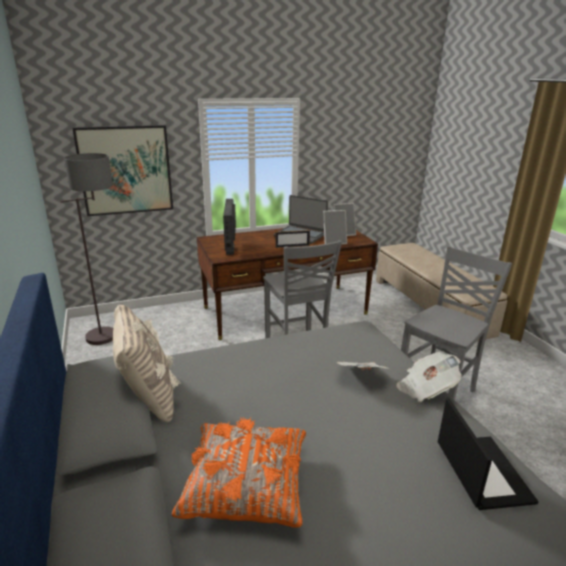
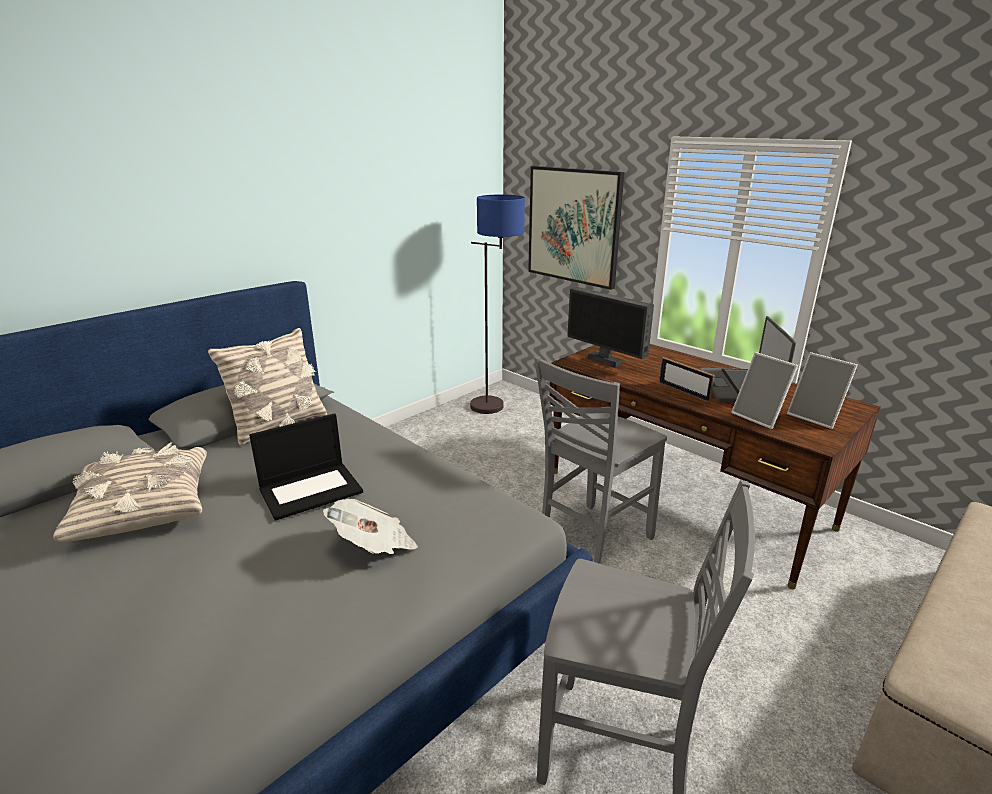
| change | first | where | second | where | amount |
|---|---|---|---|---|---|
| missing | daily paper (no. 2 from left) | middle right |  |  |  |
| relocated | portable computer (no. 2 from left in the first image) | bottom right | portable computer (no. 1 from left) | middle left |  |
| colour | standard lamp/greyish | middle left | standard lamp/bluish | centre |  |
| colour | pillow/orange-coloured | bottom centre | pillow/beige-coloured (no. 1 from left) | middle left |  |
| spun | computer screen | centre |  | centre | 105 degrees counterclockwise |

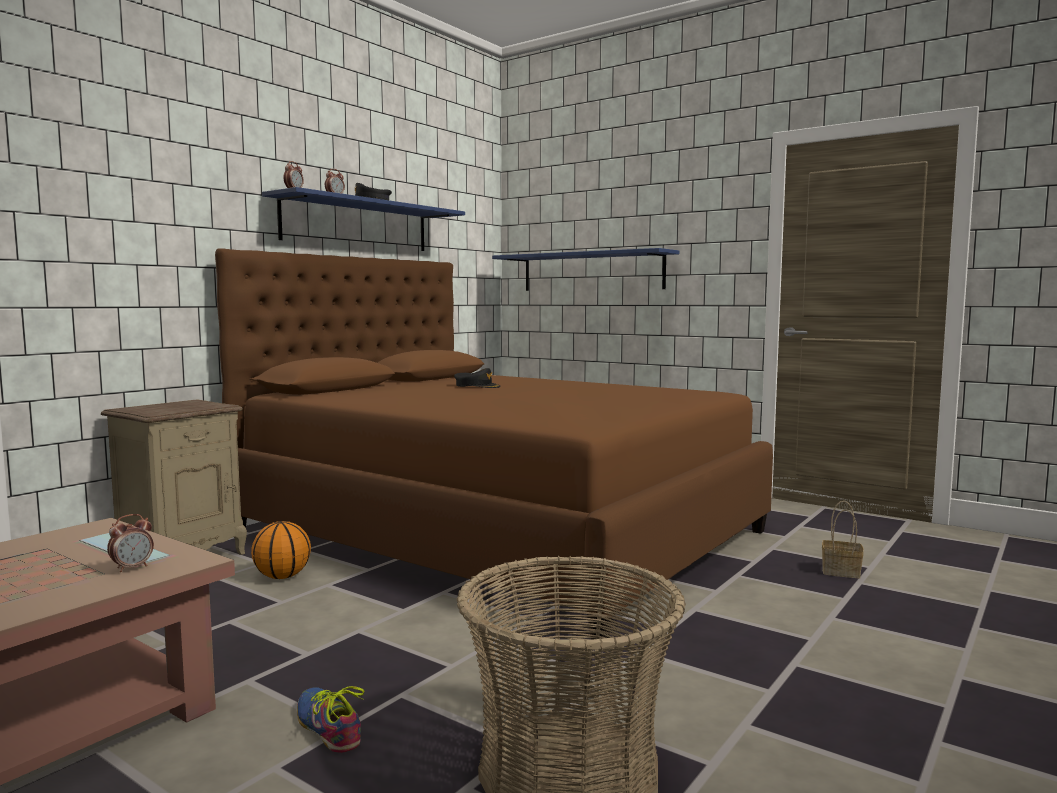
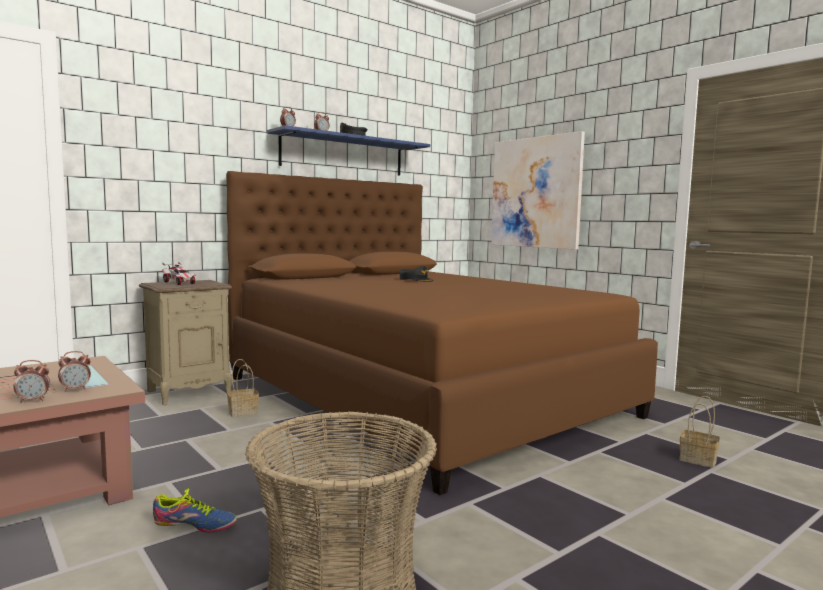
| change | first | where | second | where | amount |
|---|---|---|---|---|---|
| appeared |  |  | table clock (no. 1 from left) | middle left |  |
| appeared |  |  | miniature car | middle left |  |
| exchanged | basketball ball | bottom left | basket (no. 1 from left) | middle left |  |
| exchanged | shelf/bluish (no. 2 from left) | centre | picture | top centre |  |
| spun | low shoe | bottom left |  | bottom left | 120 degrees clockwise |

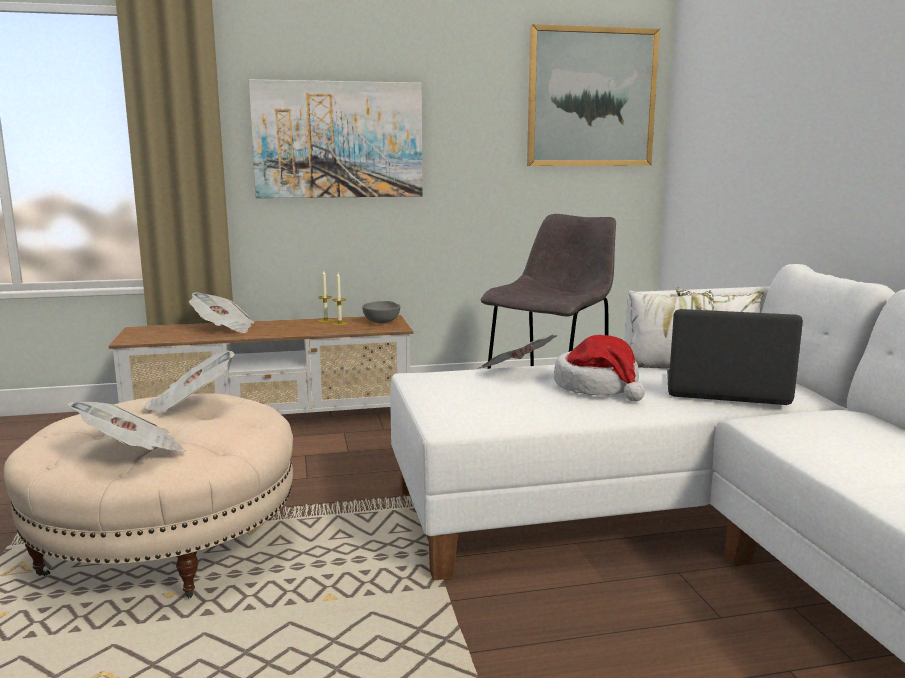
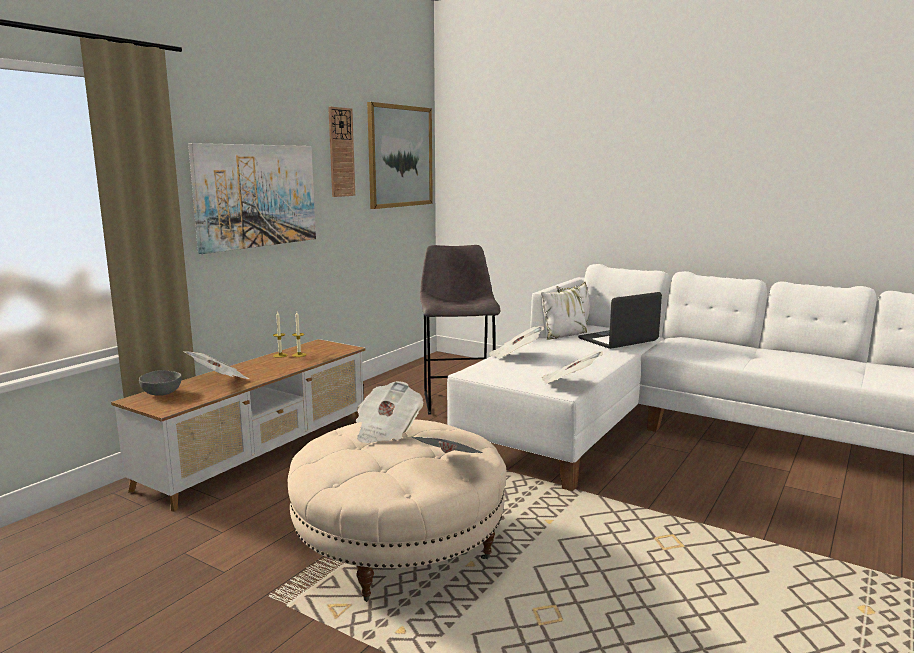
| change | first | where | second | where | amount |
|---|---|---|---|---|---|
| missing | clothing hat | centre |  |  |  |
| appeared |  |  | hanging clock | top centre |  |
| appeared |  |  | daily paper (no. 5 from left) | centre |  |
| relocated | deep dish/greyish | centre |  | middle left |  |

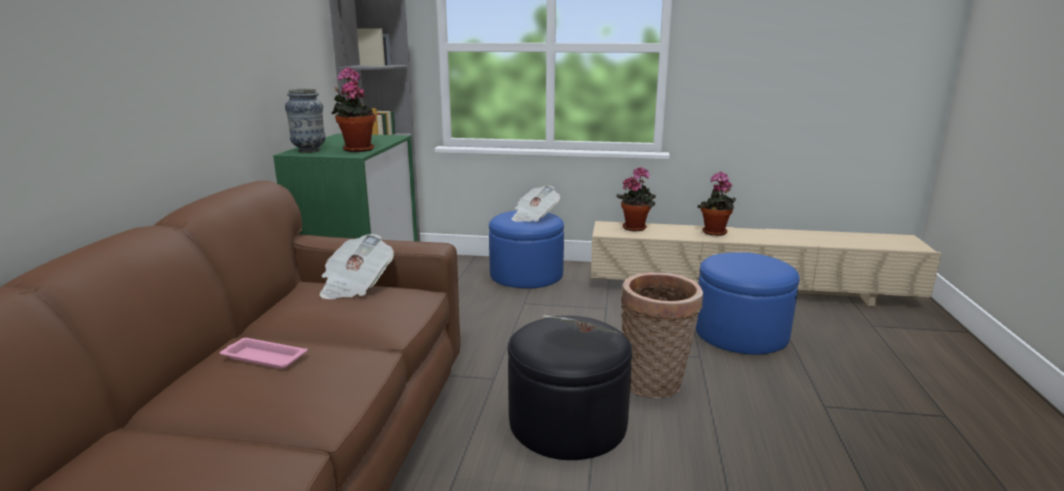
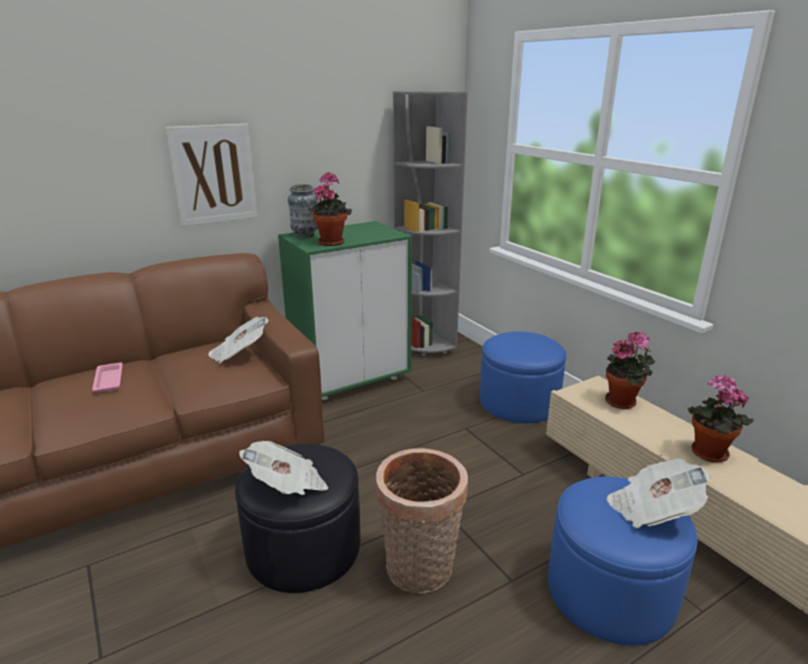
| change | first | where | second | where | amount |
|---|---|---|---|---|---|
| appeared |  |  | picture | top left |  |
| relocated | daily paper (no. 2 from left in the first image) | centre | daily paper (no. 3 from left) | bottom right |  |

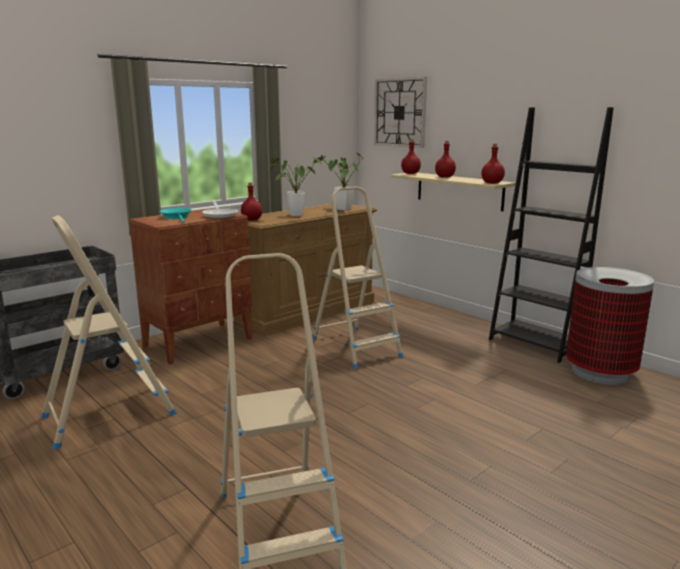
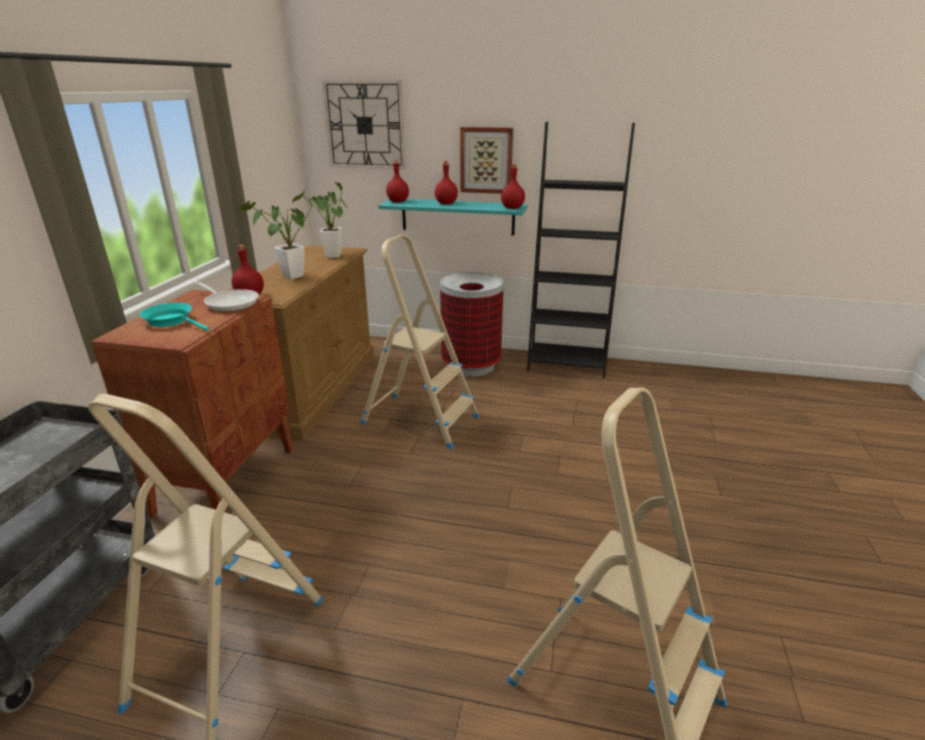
| change | first | where | second | where | amount |
|---|---|---|---|---|---|
| appeared |  |  | picture | top centre |  |
| relocated | trash can | middle right |  | centre |  |
| colour | shelf/beige-coloured | centre | shelf/blue-green | top centre |  |

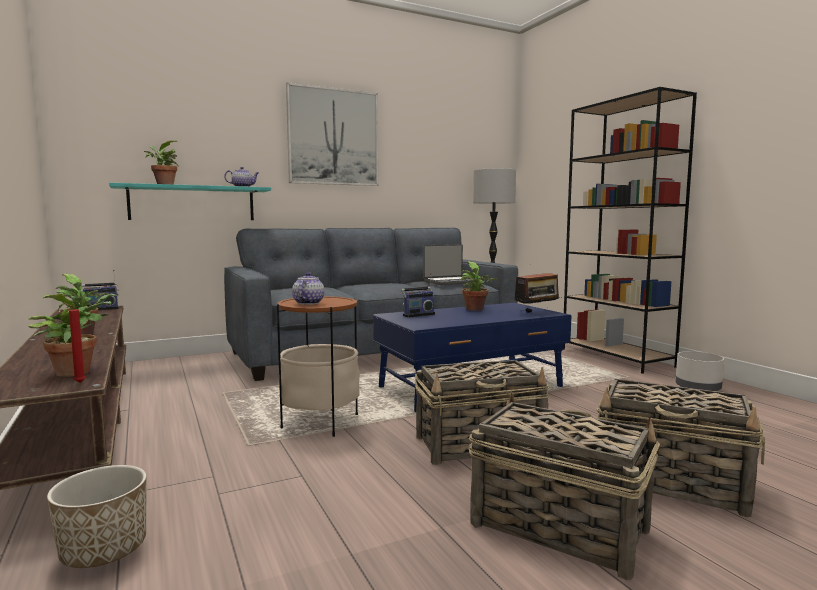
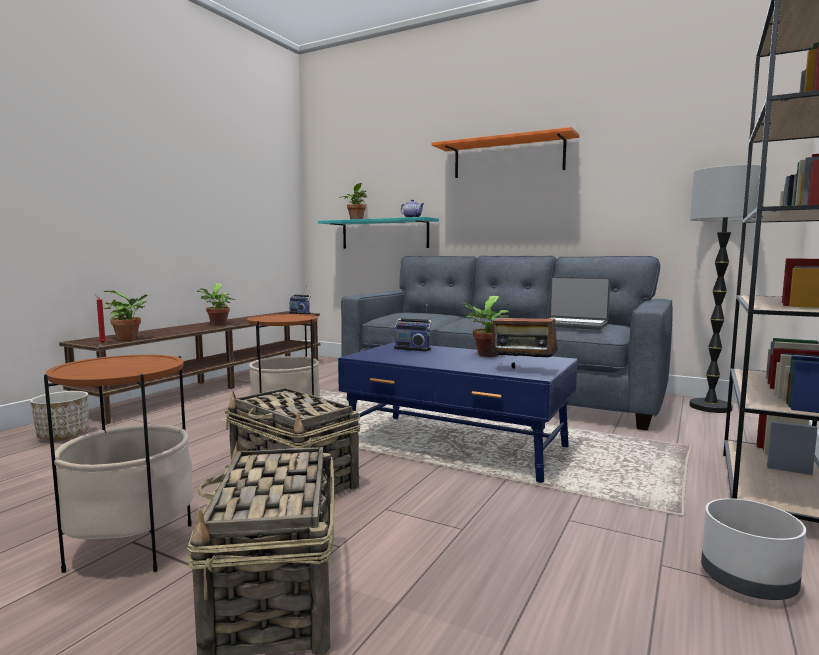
| change | first | where | second | where | amount |
|---|---|---|---|---|---|
| missing | pot for tea (no. 2 from left) | centre |  |  |  |
| exchanged | picture | top centre | shelf/orange-coloured | top centre |  |
| exchanged | basket (no. 2 from left) | bottom right | side table (no. 1 from left) | bottom left |  |

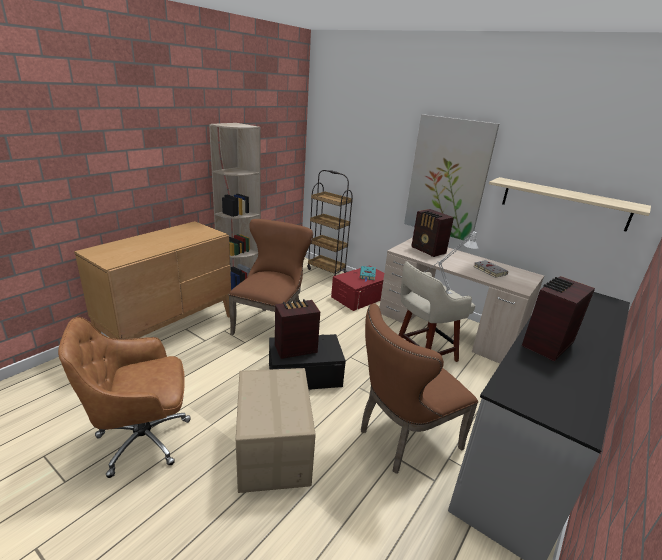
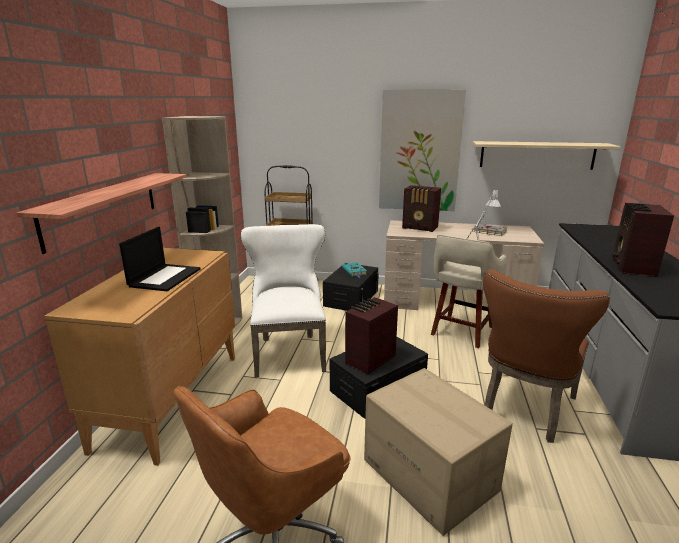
| change | first | where | second | where | amount |
|---|---|---|---|---|---|
| appeared |  |  | shelf (no. 1 from left) | middle left |  |
| appeared |  |  | portable computer | middle left |  |
| colour | upright chair/brownish (no. 1 from left) | centre | upright chair/white | centre |  |
| colour | storage box/reddish | centre | storage box/black-coloured (no. 1 from left) | centre |  |

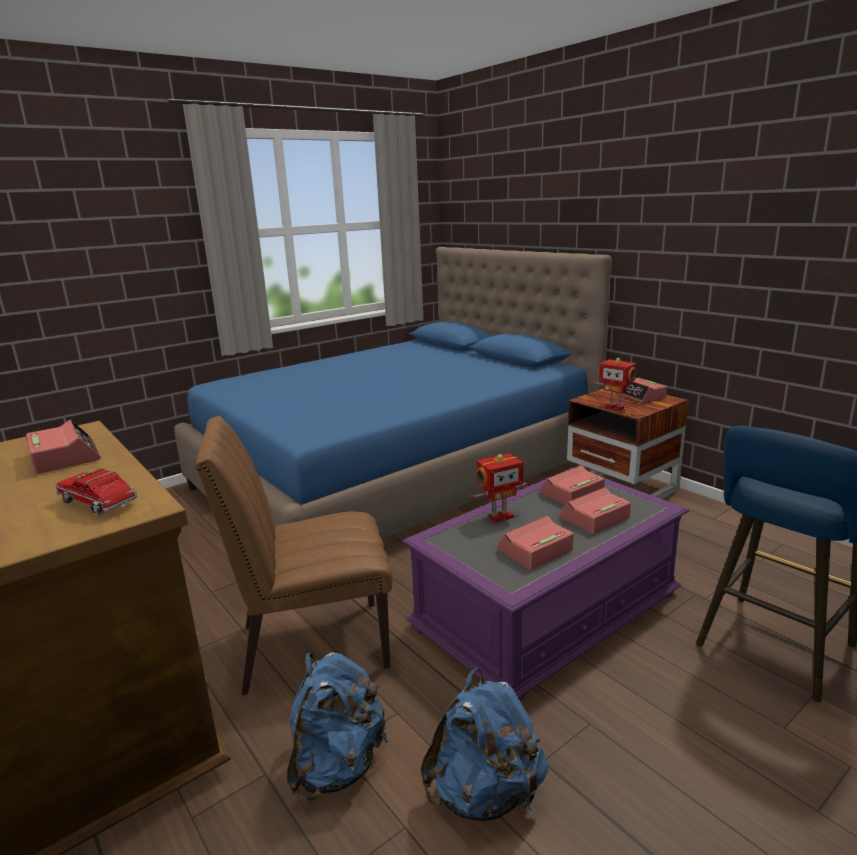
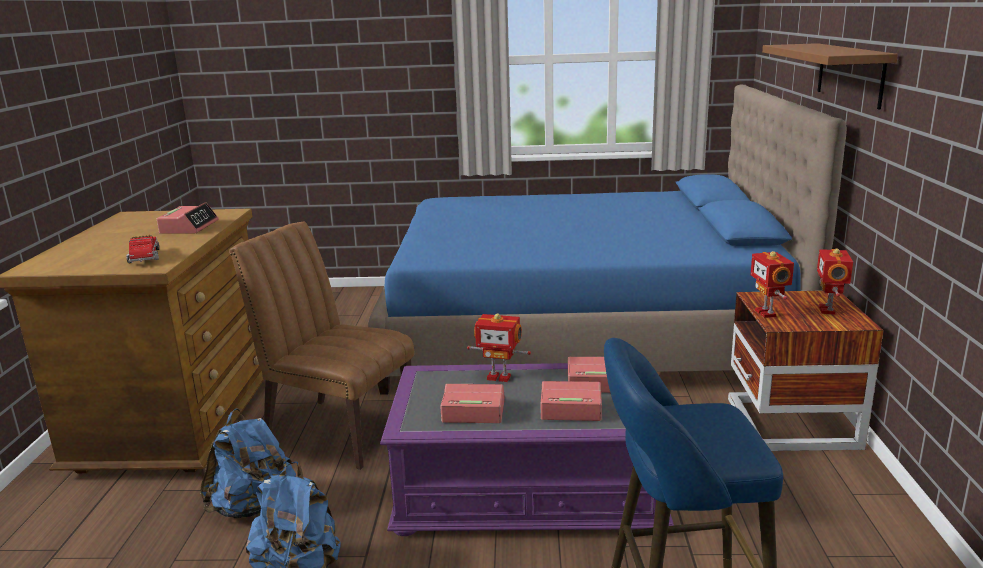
| change | first | where | second | where | amount |
|---|---|---|---|---|---|
| appeared |  |  | shelf/brownish | top right |  |
| exchanged | table clock (no. 5 from left) | middle right | model robot (no. 3 from left) | middle right |  |

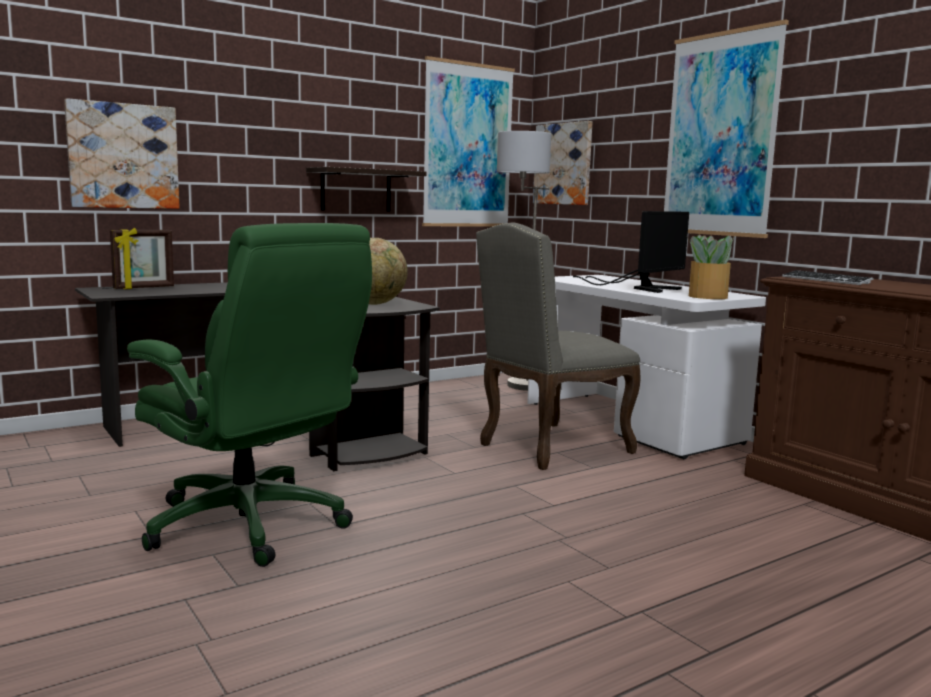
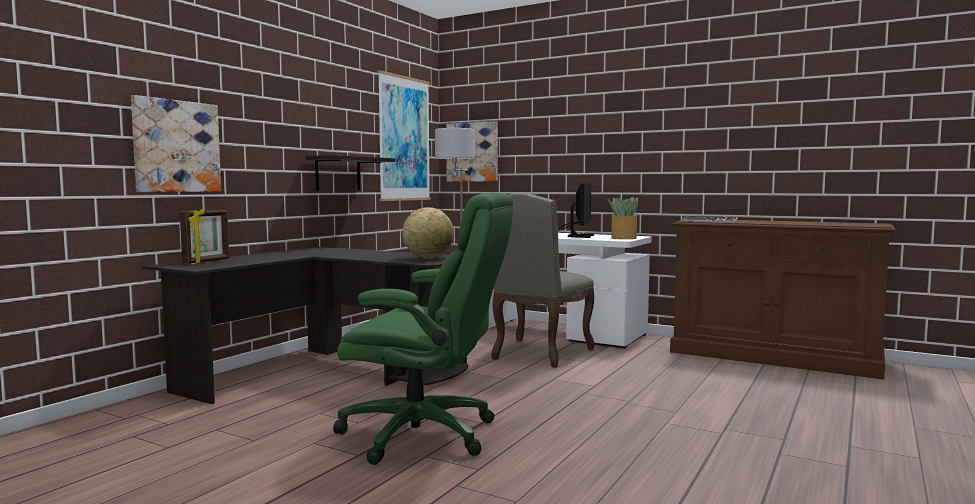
| change | first | where | second | where | amount |
|---|---|---|---|---|---|
| missing | picture (no. 4 from left) | top right |  |  |  |

